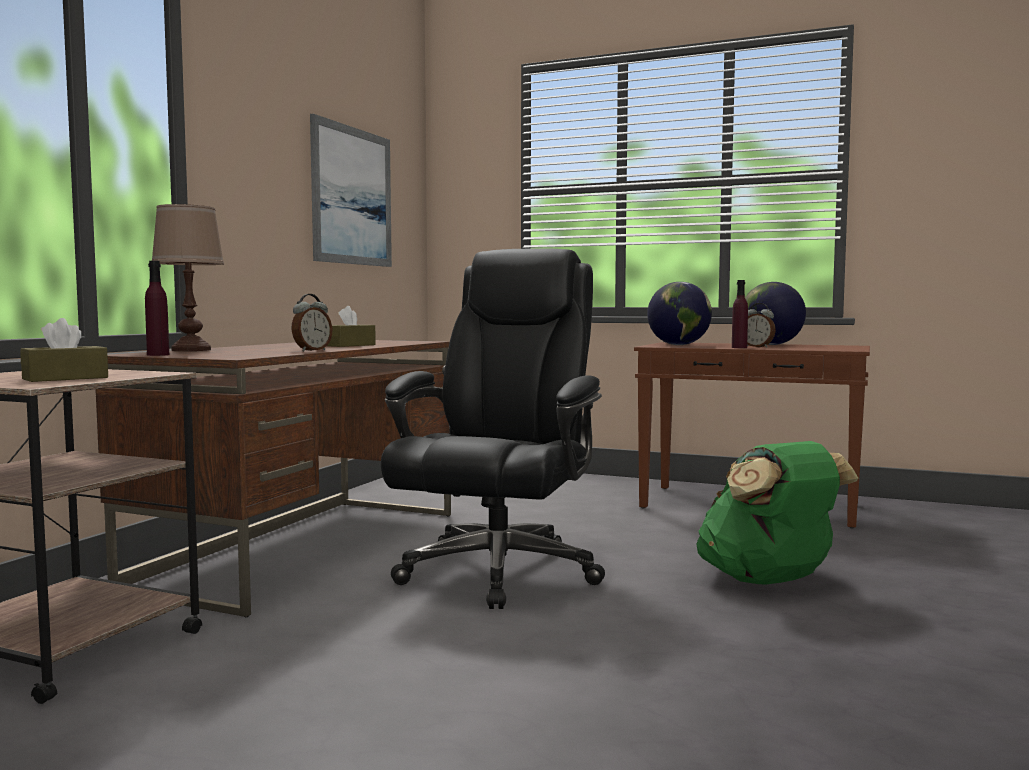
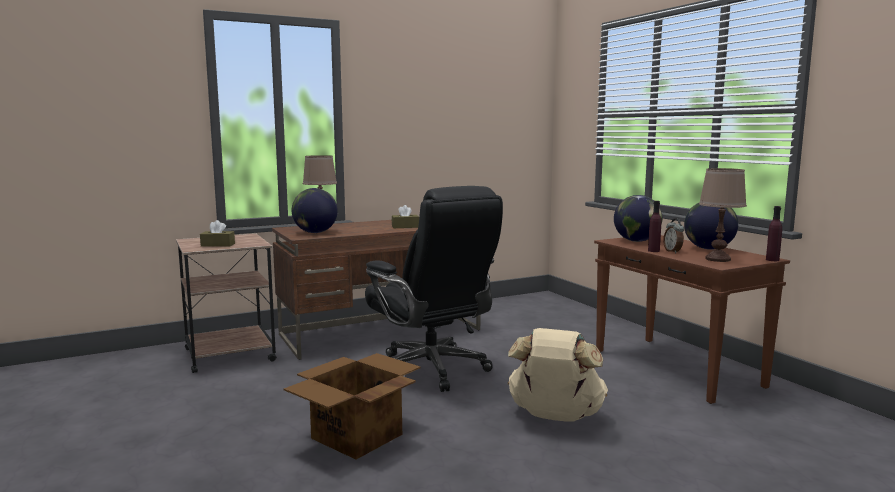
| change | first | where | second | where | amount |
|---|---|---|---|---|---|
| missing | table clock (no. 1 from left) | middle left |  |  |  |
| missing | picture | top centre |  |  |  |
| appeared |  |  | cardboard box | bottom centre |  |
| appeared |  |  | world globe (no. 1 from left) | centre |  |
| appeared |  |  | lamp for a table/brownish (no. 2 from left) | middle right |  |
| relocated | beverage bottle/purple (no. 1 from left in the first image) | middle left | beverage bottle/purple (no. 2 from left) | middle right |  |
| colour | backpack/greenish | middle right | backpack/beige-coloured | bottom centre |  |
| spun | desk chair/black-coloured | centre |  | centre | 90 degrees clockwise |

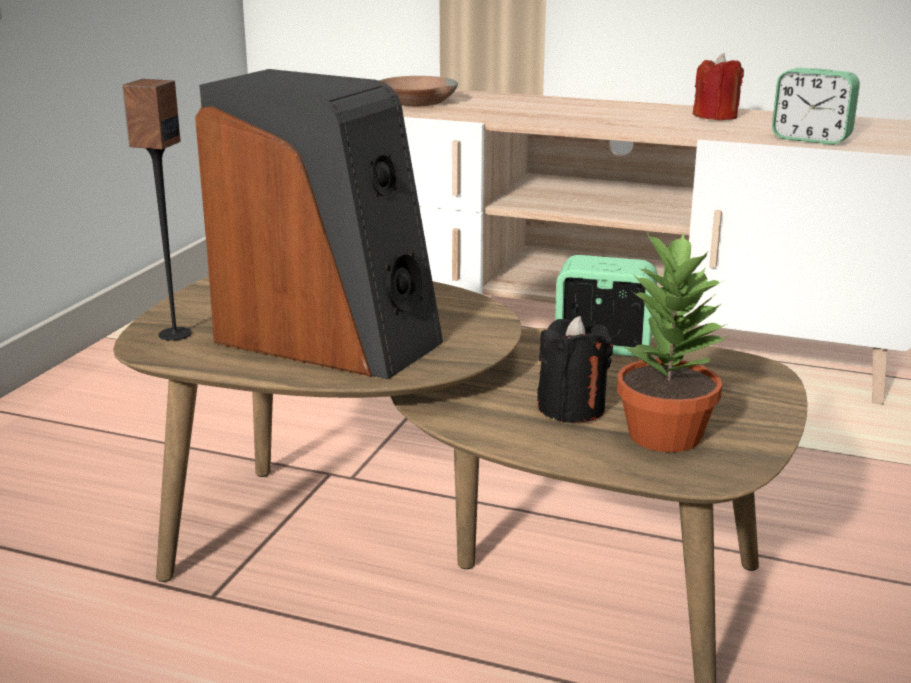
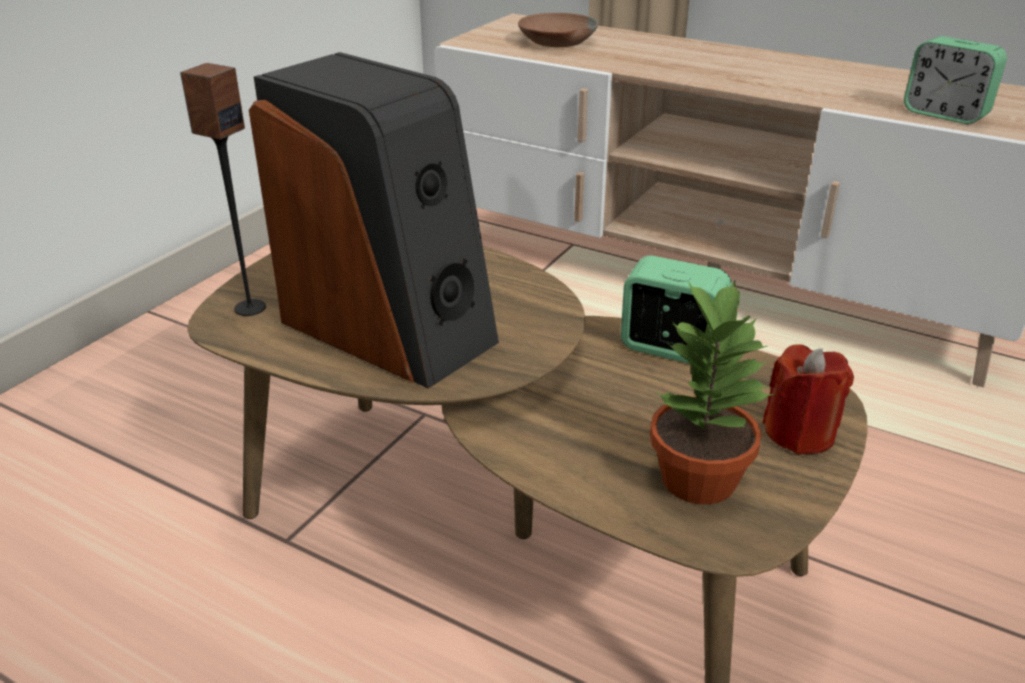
| change | first | where | second | where | amount |
|---|---|---|---|---|---|
| missing | wax light/black-coloured | centre |  |  |  |
| relocated | wax light/reddish | top right |  | middle right |  |

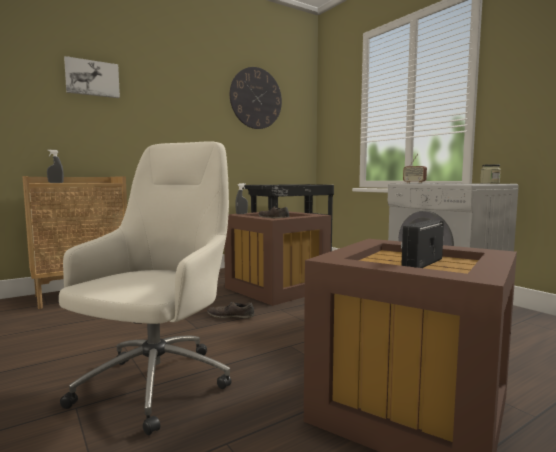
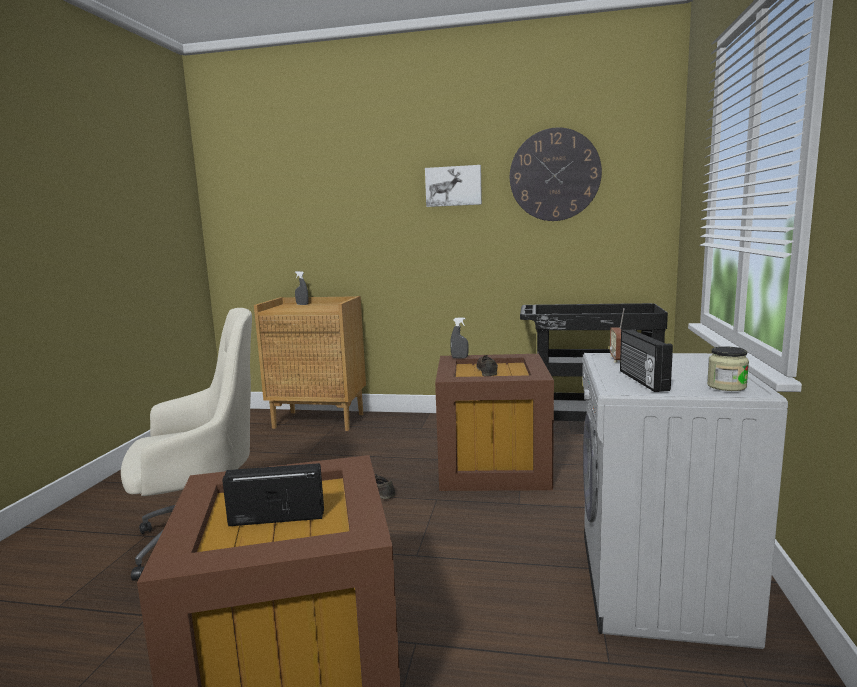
| change | first | where | second | where | amount |
|---|---|---|---|---|---|
| appeared |  |  | radio receiver (no. 3 from left) | middle right |  |
| relocated | picture | top left |  | top centre |  |

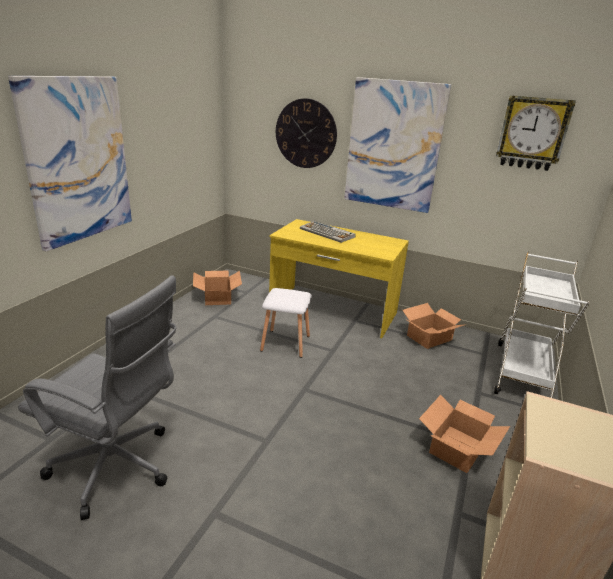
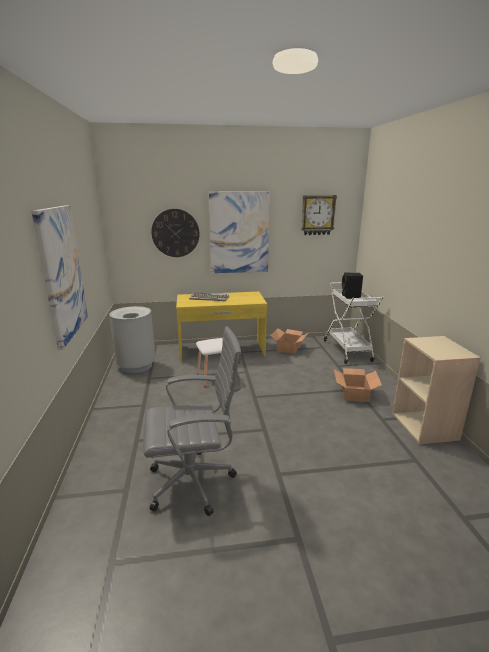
| change | first | where | second | where | amount |
|---|---|---|---|---|---|
| appeared |  |  | speaker/black-coloured | middle right |  |
| exchanged | cardboard box (no. 1 from left) | centre | trash can/greyish | middle left |  |

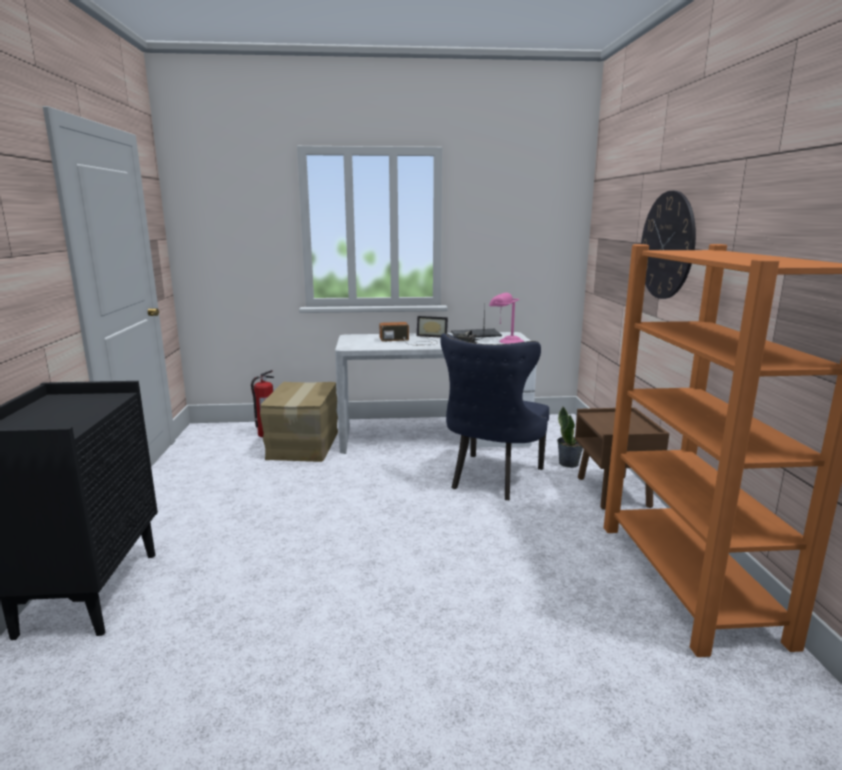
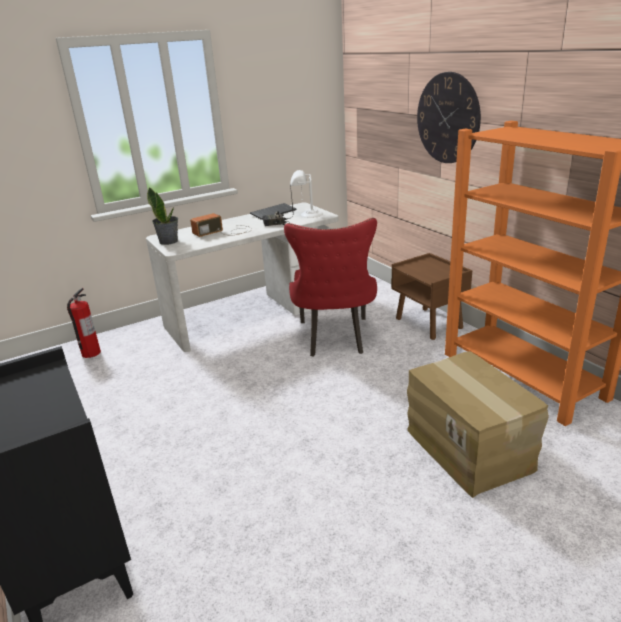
| change | first | where | second | where | amount |
|---|---|---|---|---|---|
| missing | standing frame | centre |  |  |  |
| relocated | cardboard box | centre |  | bottom right |  |
| relocated | houseplant | middle right |  | middle left |  |
| colour | upright chair/bluish | centre | upright chair/reddish | centre |  |
| colour | lamp for a table/pinkish | centre | lamp for a table/white | top centre |  |

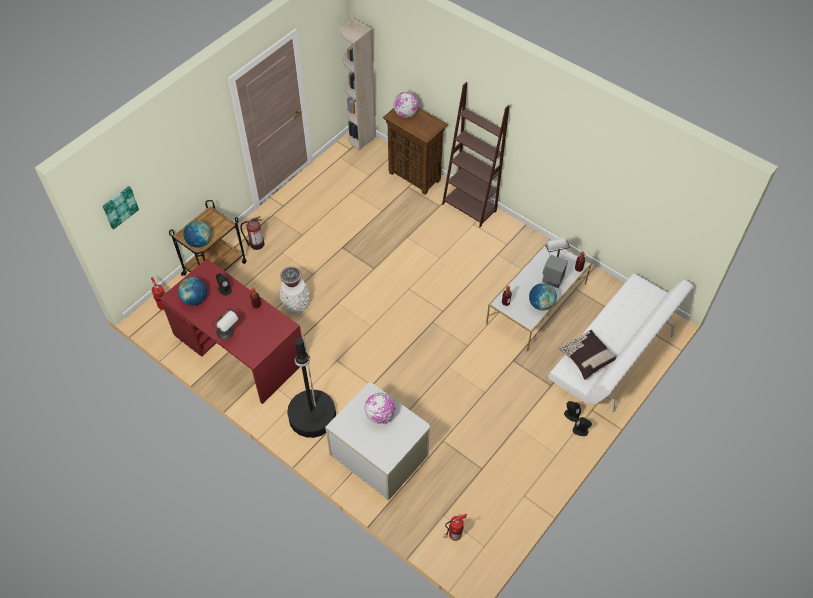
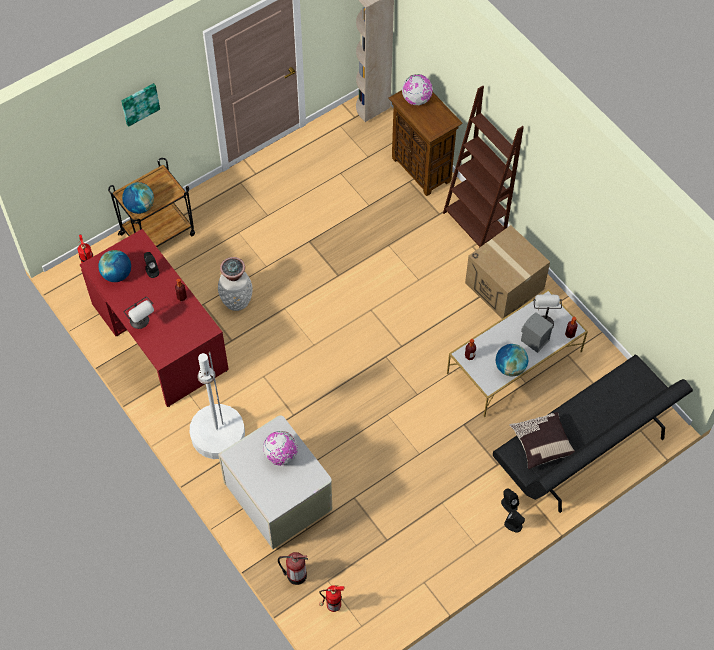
| change | first | where | second | where | amount |
|---|---|---|---|---|---|
| appeared |  |  | cardboard box | middle right |  |
| relocated | picture | middle left |  | top left |  |
| relocated | extinguisher (no. 2 from left) | middle left |  | bottom centre |  |
| colour | standard lamp/black-coloured | centre | standard lamp/white | middle left |  |
| colour | settee/white | middle right | settee/black-coloured | bottom right |  |

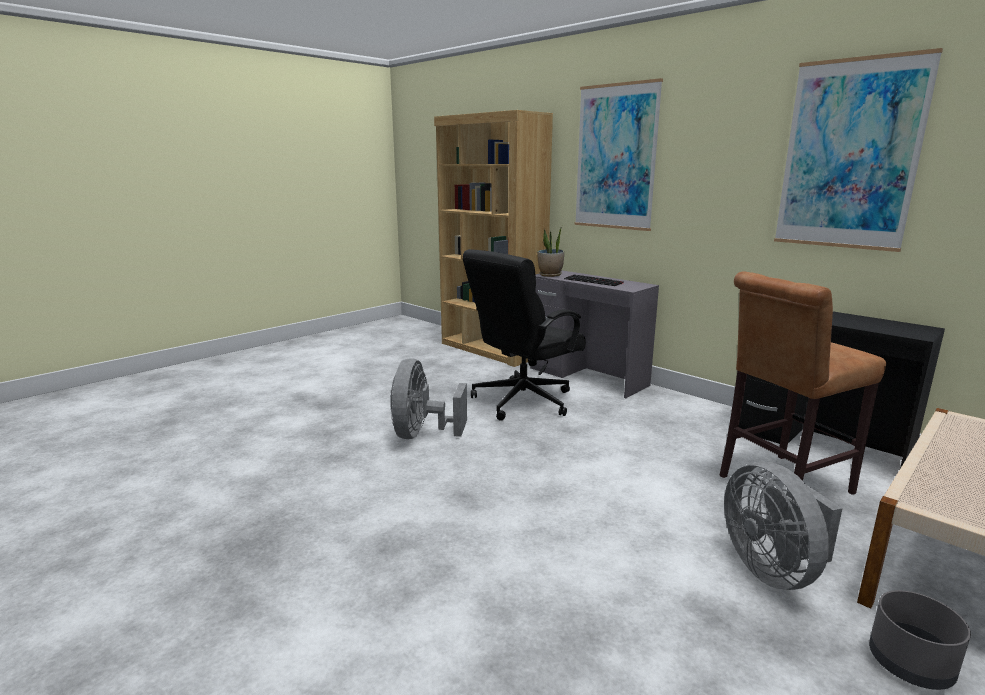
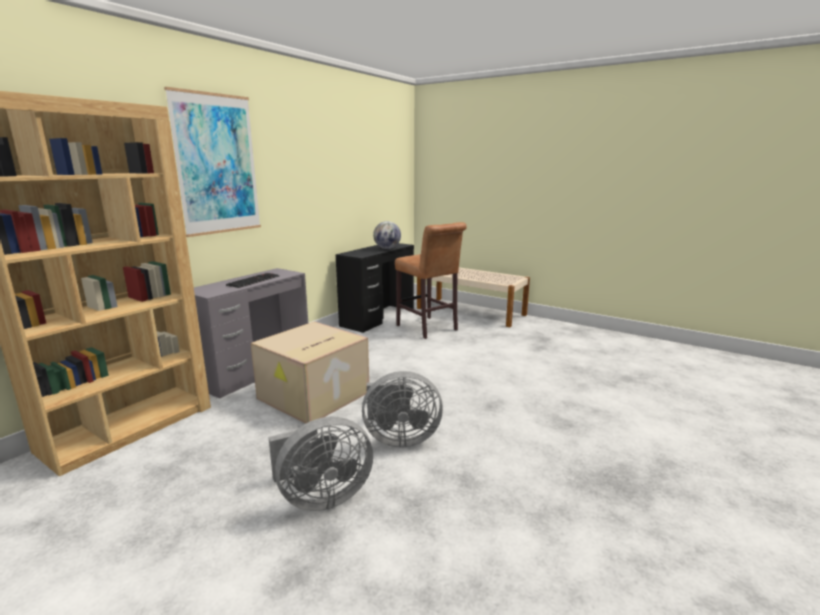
| change | first | where | second | where | amount |
|---|---|---|---|---|---|
| missing | houseplant | centre |  |  |  |
| missing | picture (no. 2 from left) | top right |  |  |  |
| missing | planter/greyish | bottom right |  |  |  |
| appeared |  |  | world globe | centre |  |
| relocated | cooling fan/greyish (no. 2 from left in the first image) | bottom right | cooling fan/greyish (no. 1 from left) | bottom centre |  |
| exchanged | desk chair/black-coloured | centre | cardboard box | centre |  |

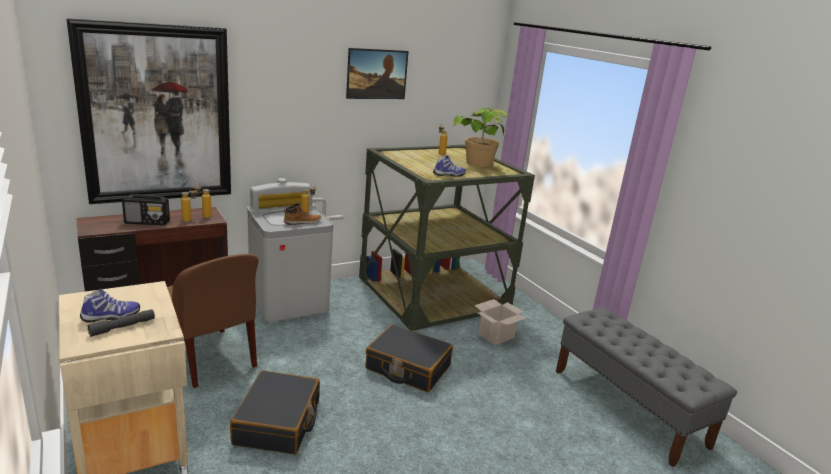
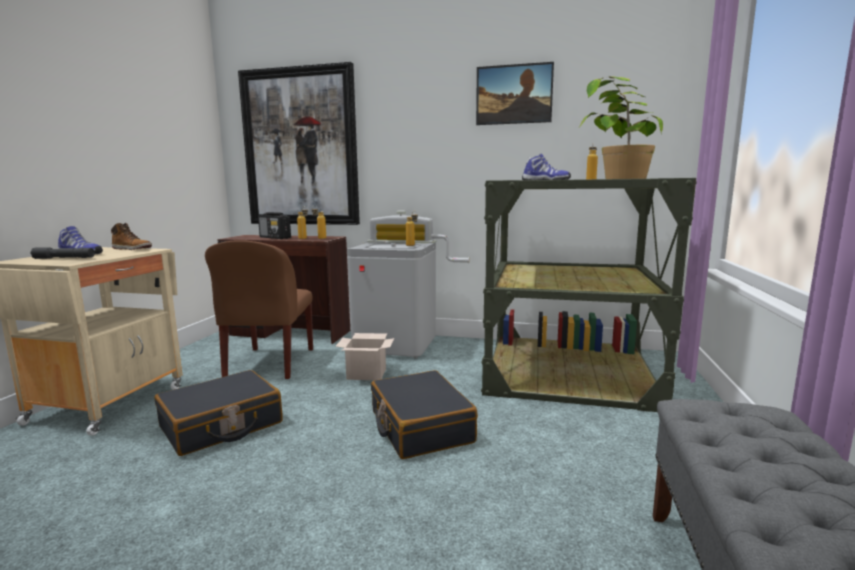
| change | first | where | second | where | amount |
|---|---|---|---|---|---|
| relocated | tall boot | centre |  | middle left |  |
| relocated | cardboard box | bottom centre |  | centre |  |

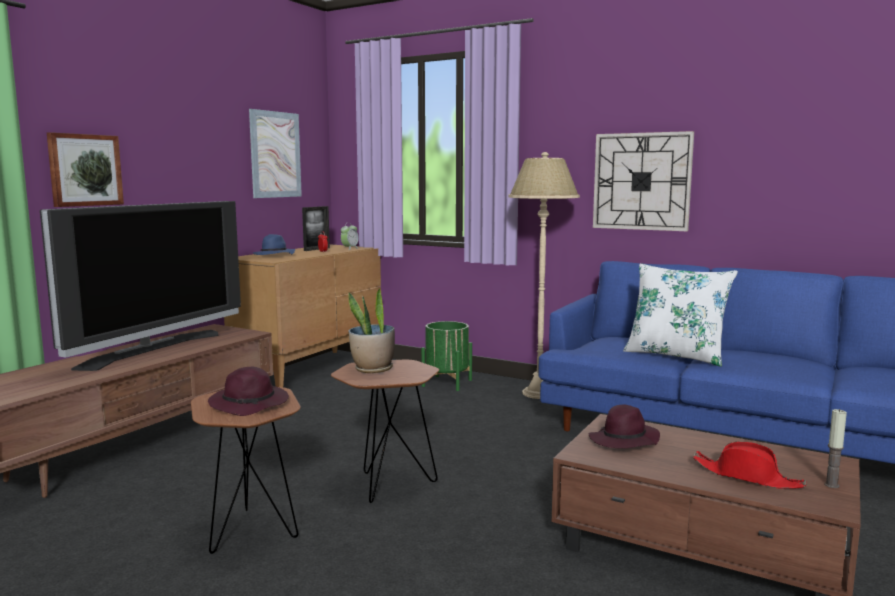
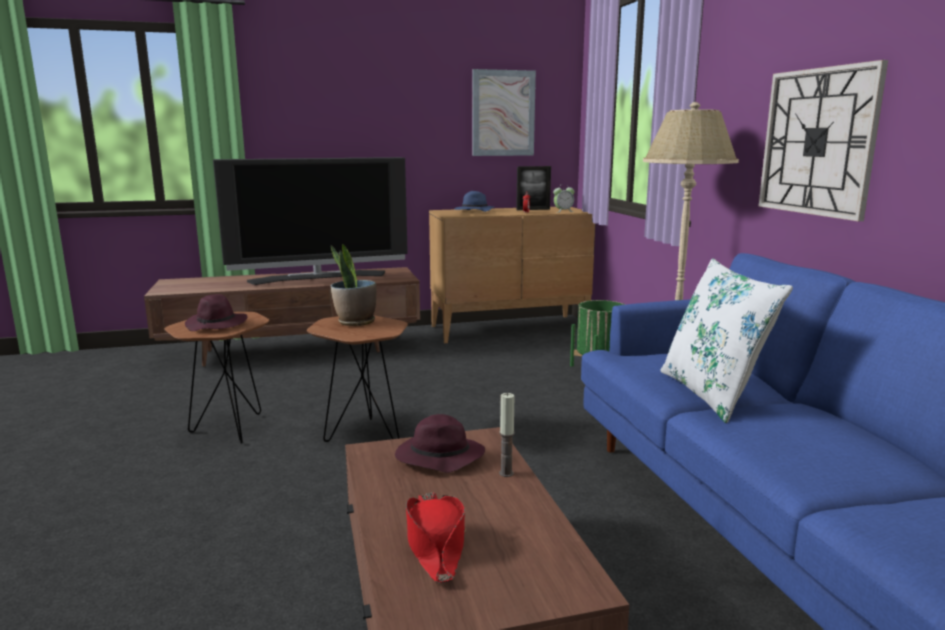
| change | first | where | second | where | amount |
|---|---|---|---|---|---|
| missing | picture (no. 1 from left) | top left |  |  |  |
| relocated | wax light | bottom right |  | bottom centre |  |

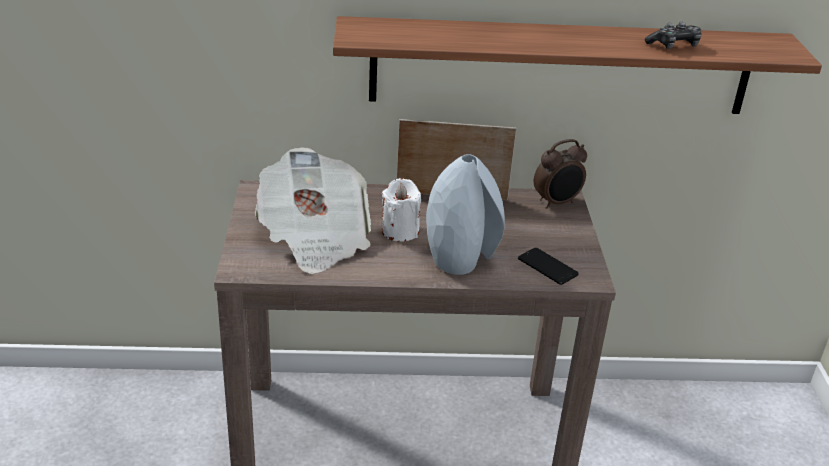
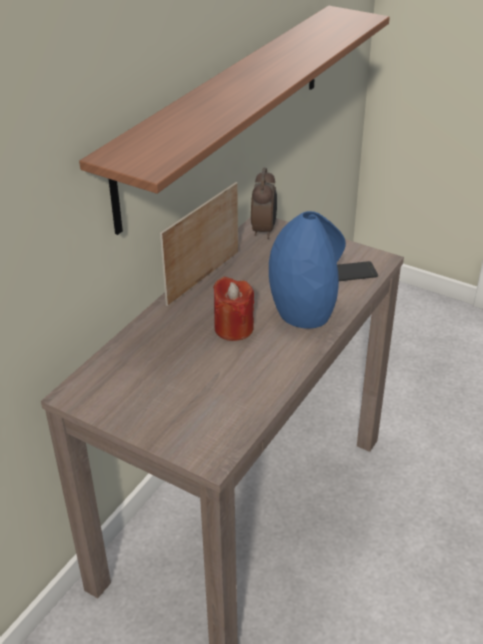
| change | first | where | second | where | amount |
|---|---|---|---|---|---|
| missing | daily paper | centre |  |  |  |
| missing | joypad | top right |  |  |  |
| colour | wax light/white | centre | wax light/reddish | centre |  |
| colour | decorative vase/greyish | centre | decorative vase/bluish | centre |  |

